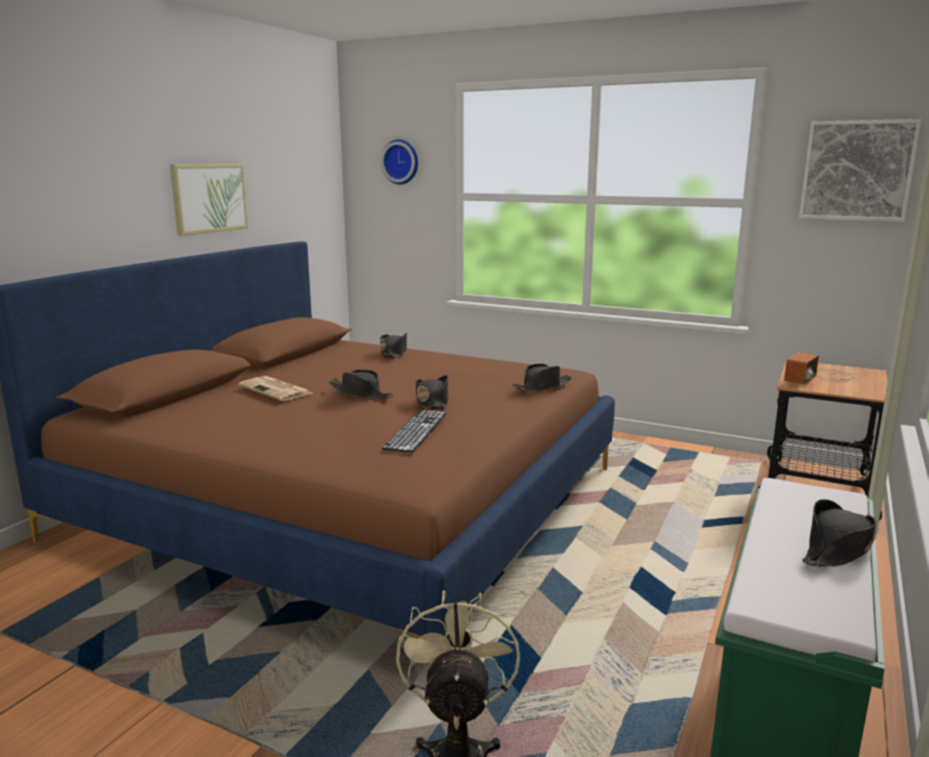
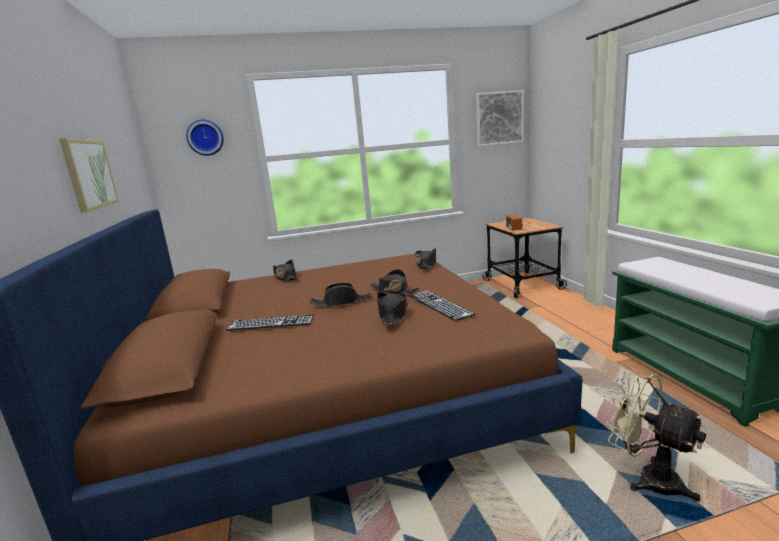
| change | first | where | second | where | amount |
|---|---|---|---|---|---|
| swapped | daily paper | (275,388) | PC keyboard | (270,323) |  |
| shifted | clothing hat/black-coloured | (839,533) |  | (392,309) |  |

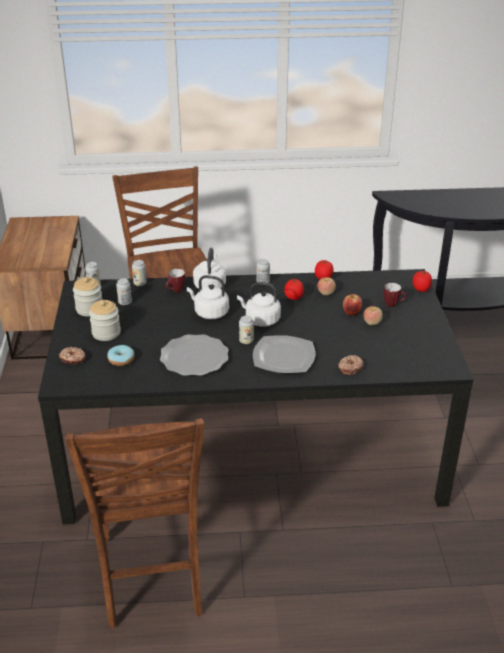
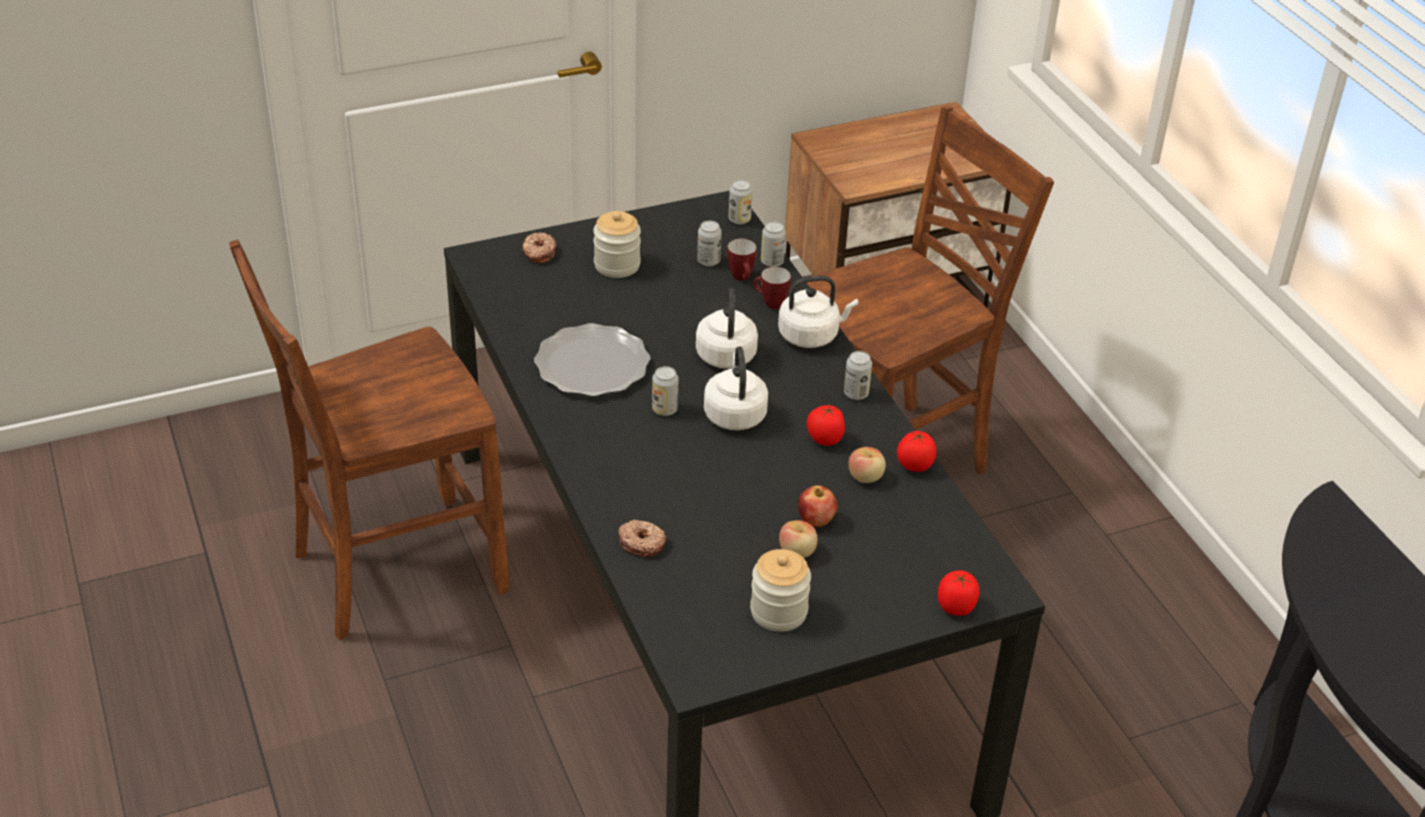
| change | first | where | second | where | amount |
|---|---|---|---|---|---|
| shifted | jar | (87,296) |  | (780,590) |  |
| gone | donut | (121,355) |  |  |  |
| gone | plate | (284,354) |  |  |  |
| shifted | mug | (395,295) |  | (742,259) |  |

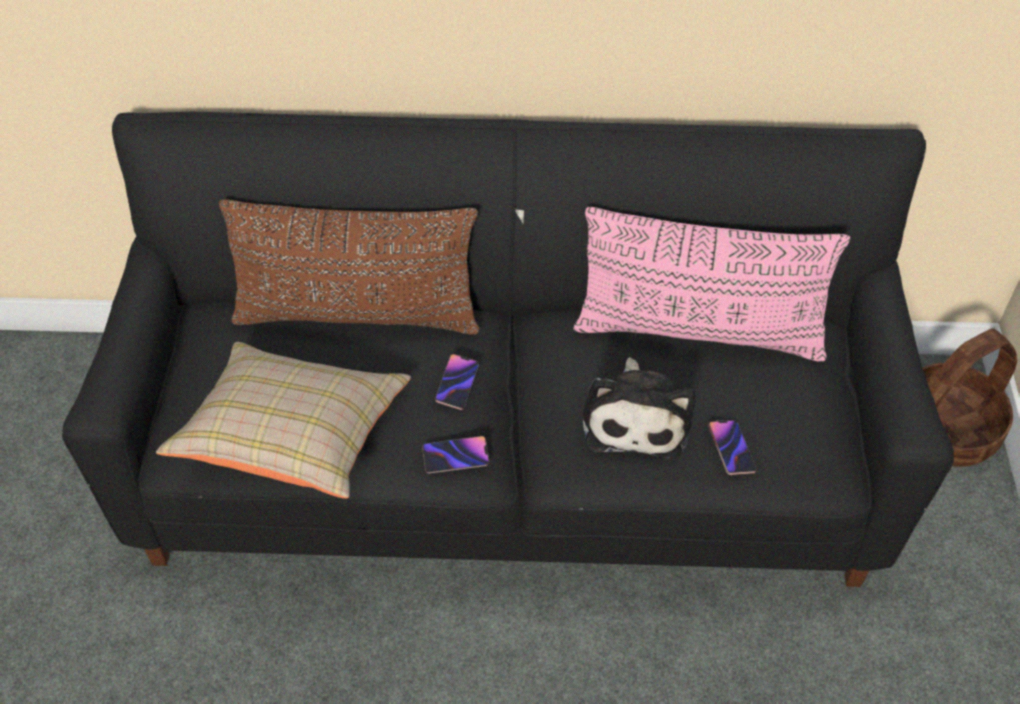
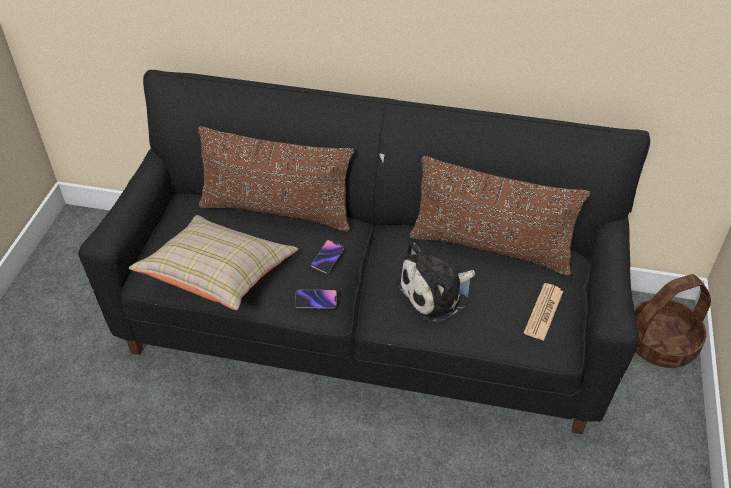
| change | first | where | second | where | amount |
|---|---|---|---|---|---|
| repainted | pillow/pink-coloured | (711,284) | pillow/brown | (500,216) |  |
| rotated | soft toy | (639,409) |  | (435,282) | 45 degrees clockwise |
| gone | telephone | (732,447) |  |  |  |
| new |  |  | daily paper | (543,312) |  |

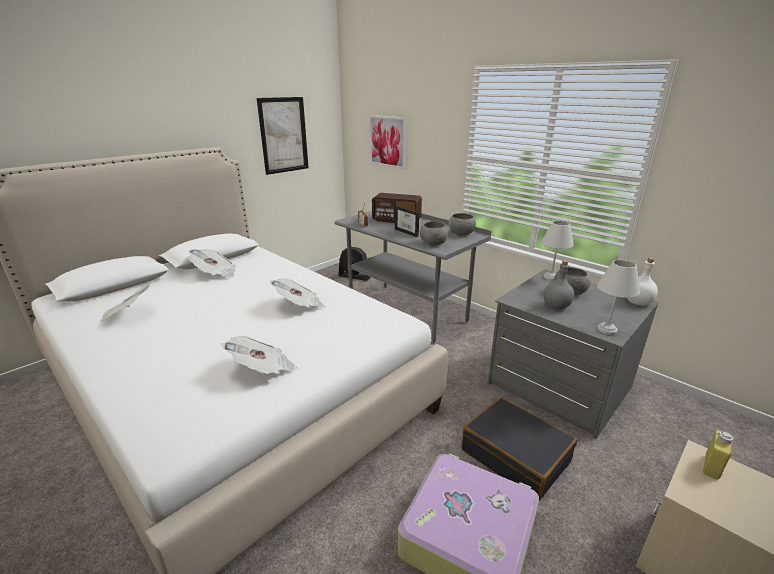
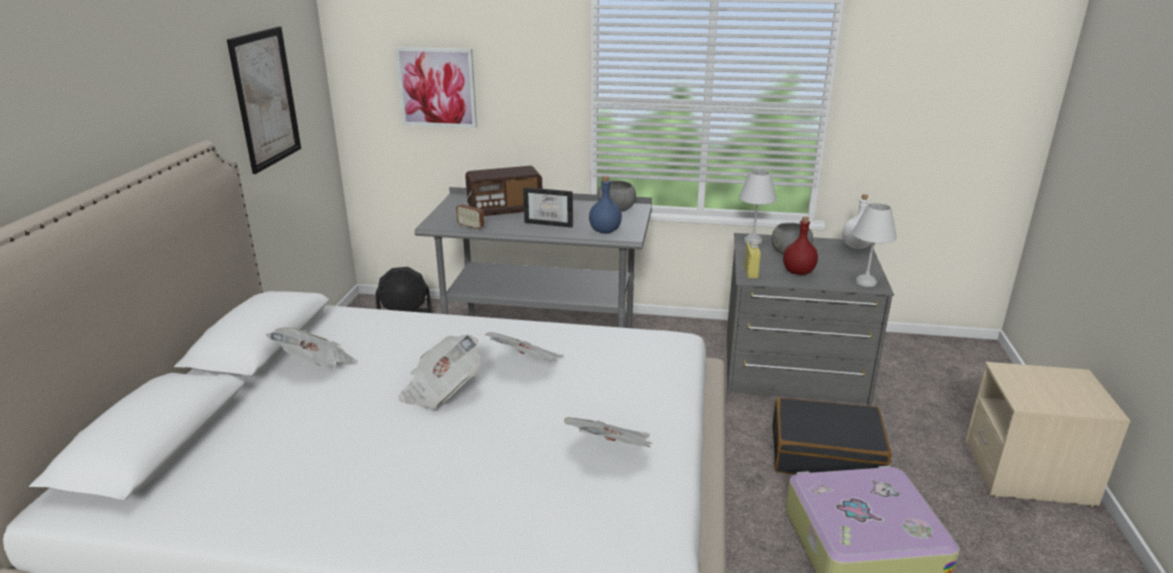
| change | first | where | second | where | amount |
|---|---|---|---|---|---|
| shifted | daily paper | (123,304) |  | (439,372) |  |
| swapped | serving bowl/gray | (434,233) | beverage bottle/bluish | (605,204) |  |
| repainted | beverage bottle/gray | (558,284) | beverage bottle/reddish | (800,245) |  |
| shifted | beverage bottle/yellowish | (718,455) |  | (752,258) |  |

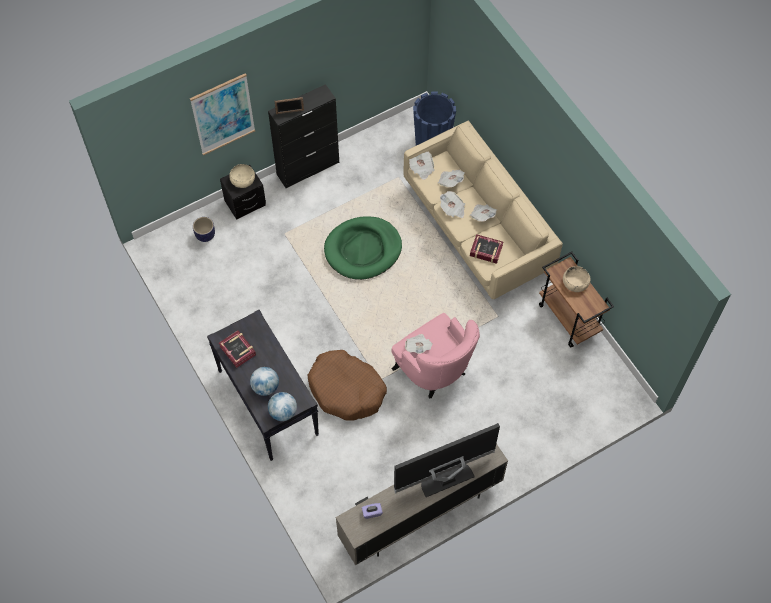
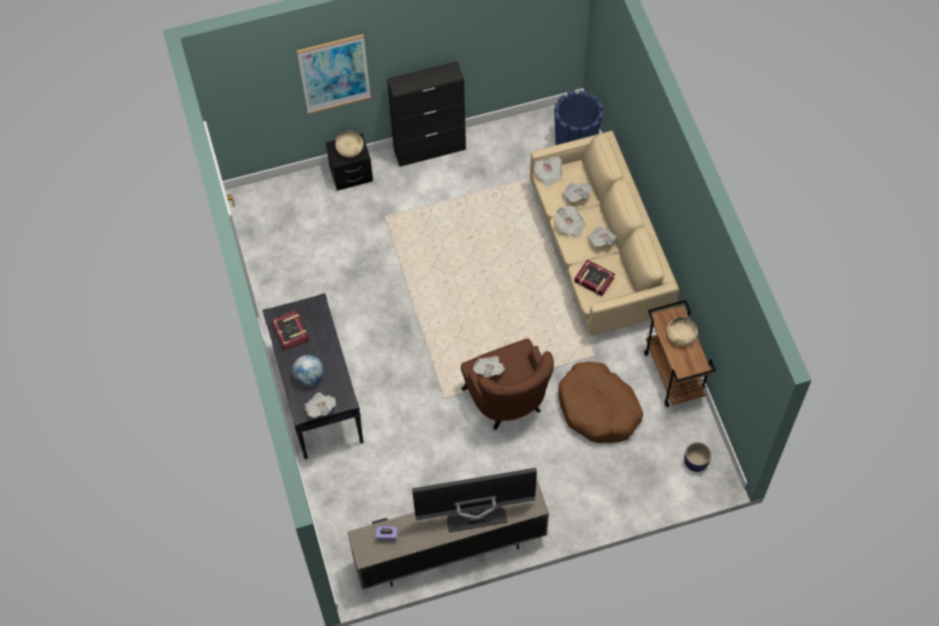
| change | first | where | second | where | amount |
|---|---|---|---|---|---|
| shifted | flower pot | (204,229) |  | (697,457) |  |
| swapped | world globe | (282,406) | daily paper | (320,405) |  |
| gone | standing frame | (289,105) |  |  |  |
| shifted | dog cushion/brown | (347,385) |  | (600,402) |  |
| gone | dog cushion/greenish | (363,248) |  |  |  |
| repainted | lounge chair/pink-coloured | (435,356) | lounge chair/brown | (507,384) |  |

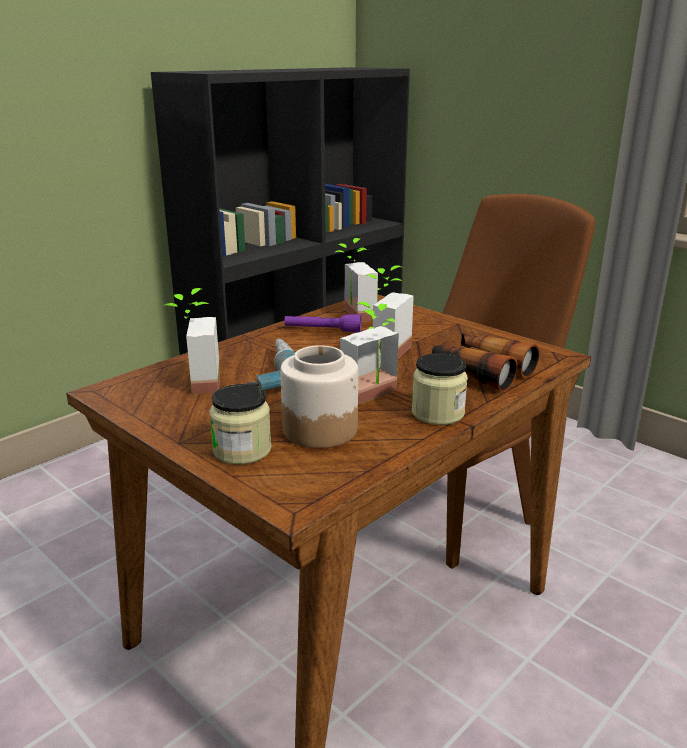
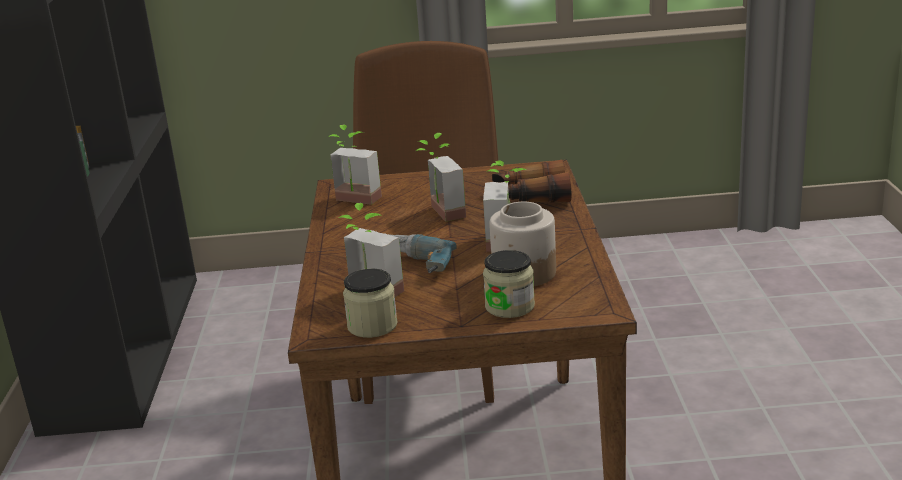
| change | first | where | second | where | amount |
|---|---|---|---|---|---|
| gone | hand torch/purple-coloured | (322,323) |  |  |  |
| shifted | jar | (440,389) |  | (370,303) |  |

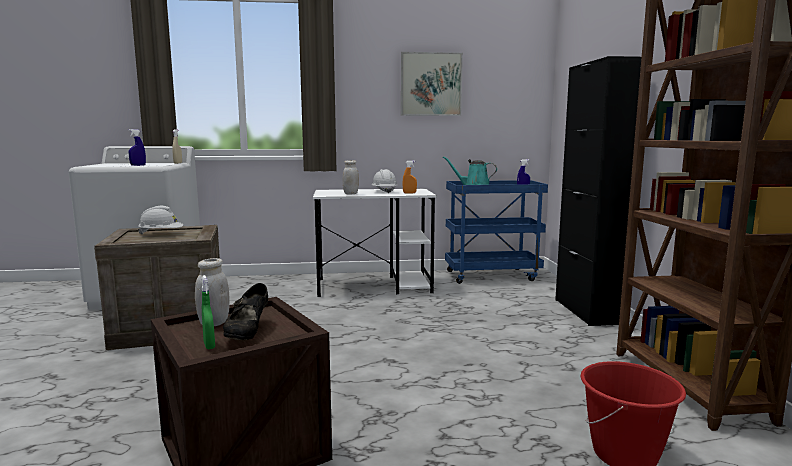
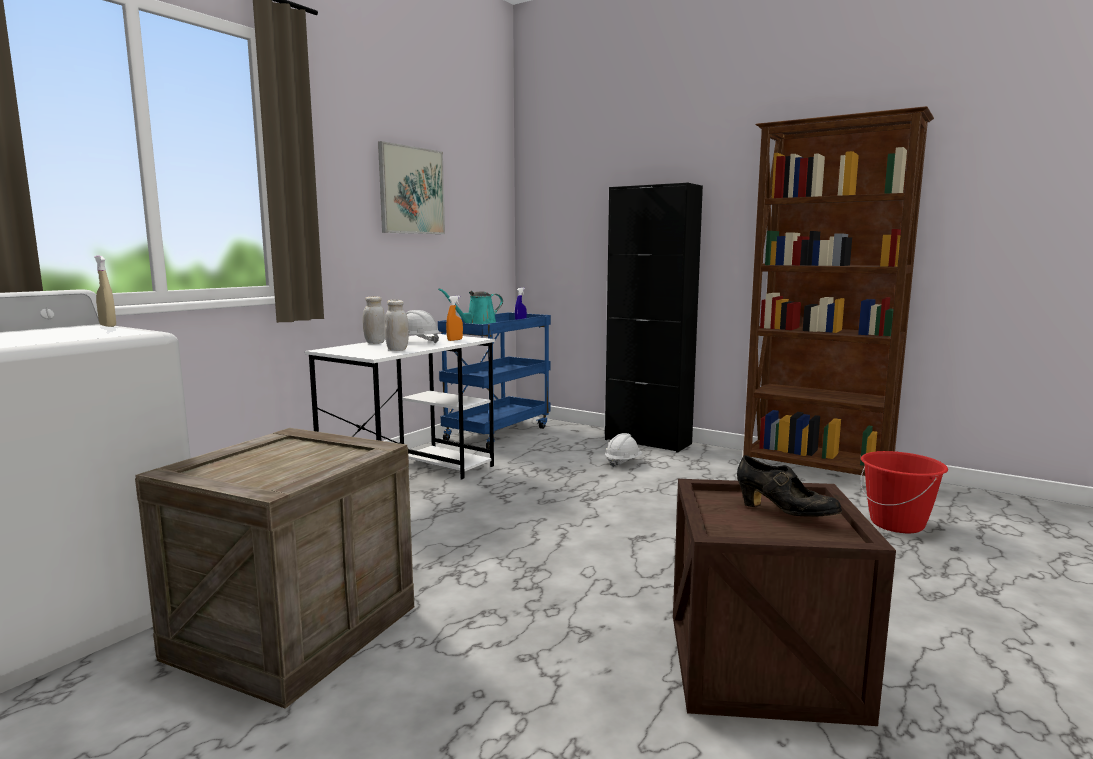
| change | first | where | second | where | amount |
|---|---|---|---|---|---|
| gone | sprayer/bluish | (137,147) |  |  |  |
| shifted | work helmet/white-coloured | (160,220) |  | (624,450) |  |
| shifted | jar/white-coloured | (212,292) |  | (374,320) |  |
| gone | sprayer/greenish | (208,312) |  |  |  |

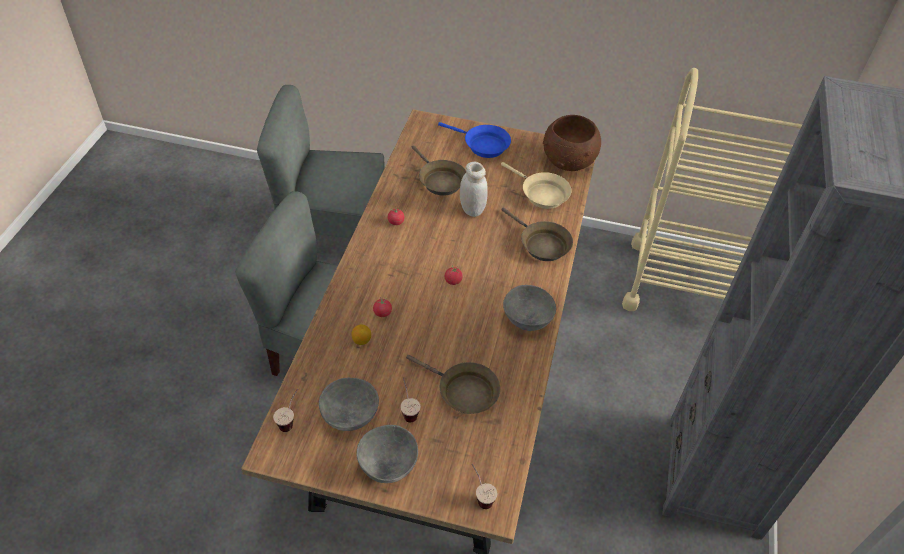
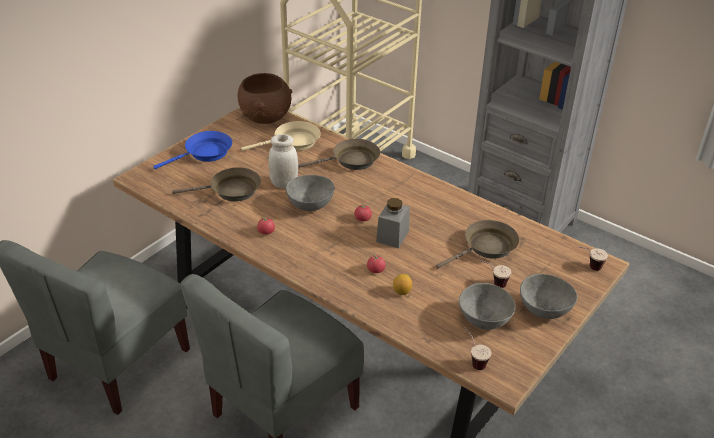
| change | first | where | second | where | amount |
|---|---|---|---|---|---|
| shifted | serving bowl/gray | (529,308) |  | (310,193) |  |
| new |  |  | jar/gray | (393,223) |  |

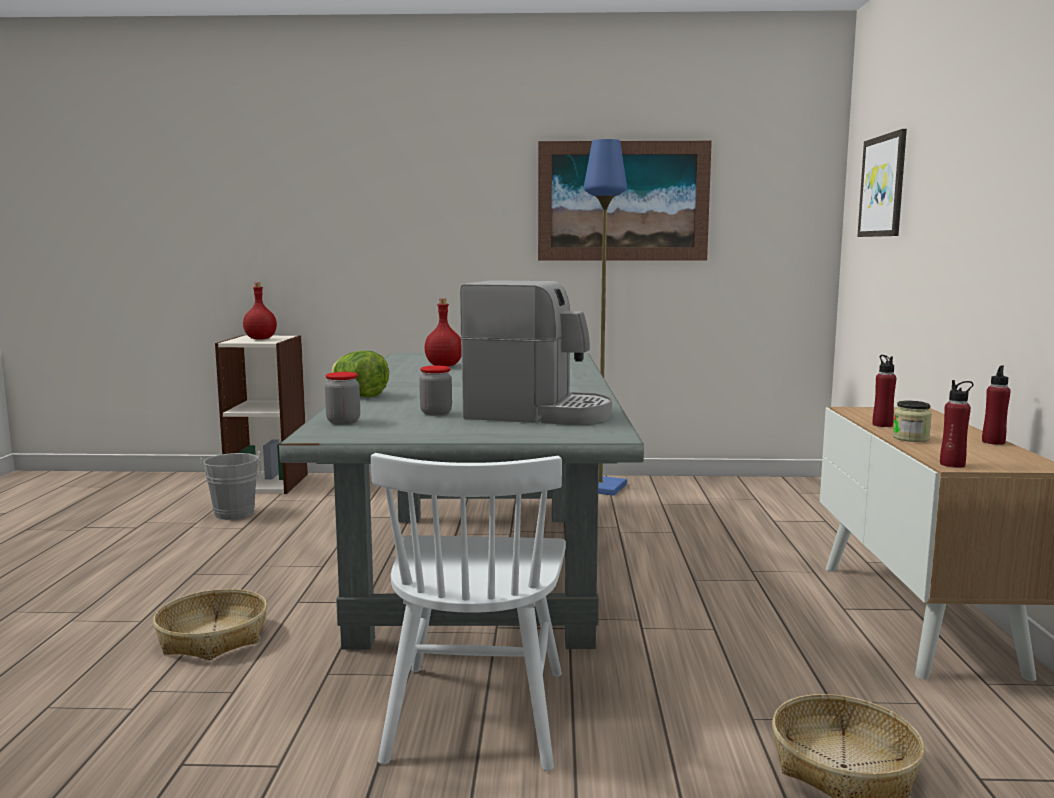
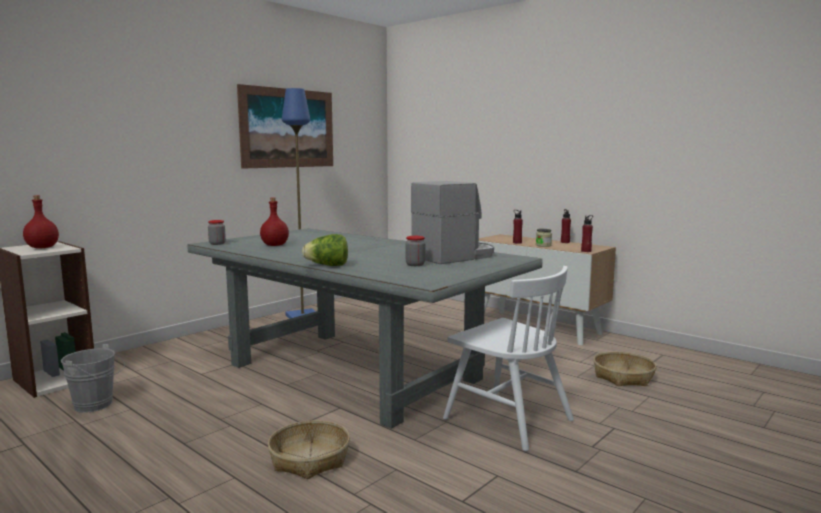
| change | first | where | second | where | amount |
|---|---|---|---|---|---|
| shifted | jar | (342,398) |  | (217,232) |  |
| gone | wall picture | (882,183) |  |  |  |

